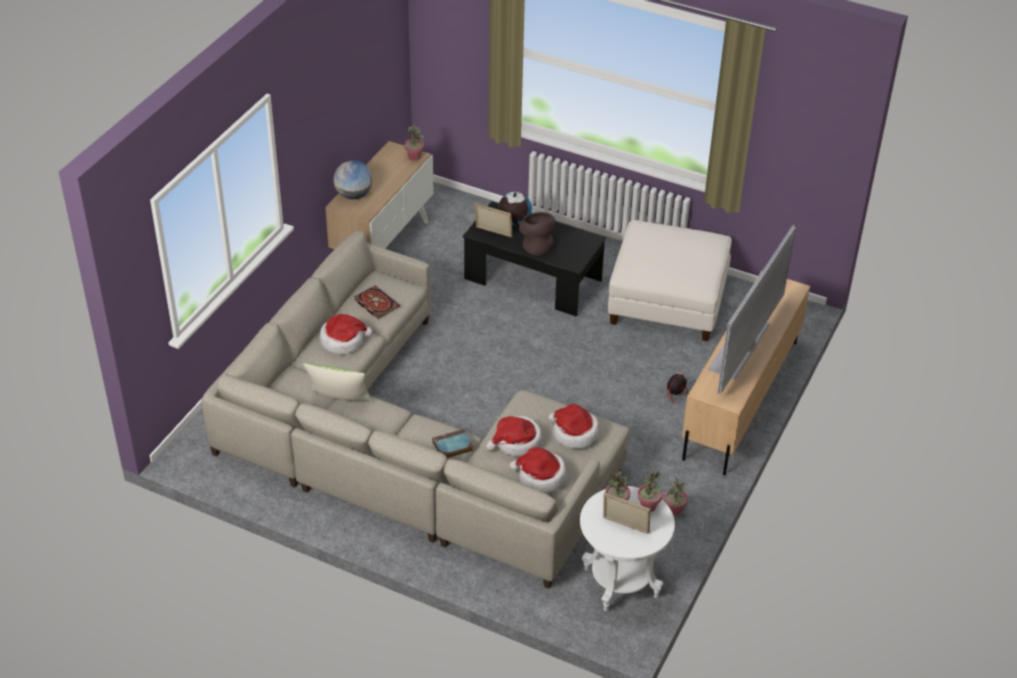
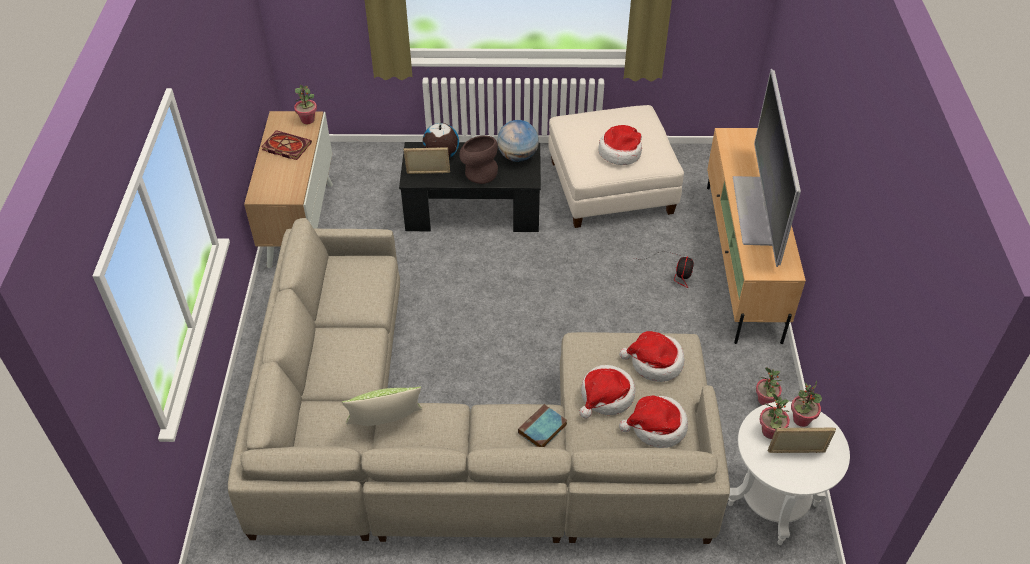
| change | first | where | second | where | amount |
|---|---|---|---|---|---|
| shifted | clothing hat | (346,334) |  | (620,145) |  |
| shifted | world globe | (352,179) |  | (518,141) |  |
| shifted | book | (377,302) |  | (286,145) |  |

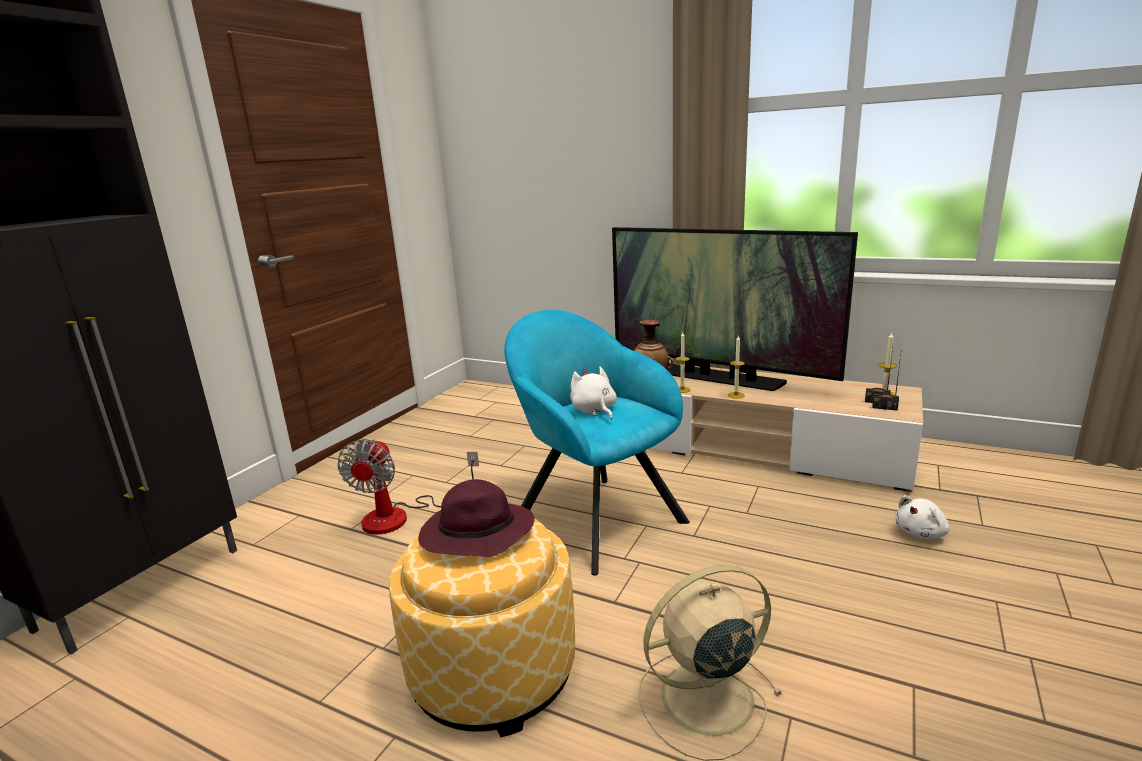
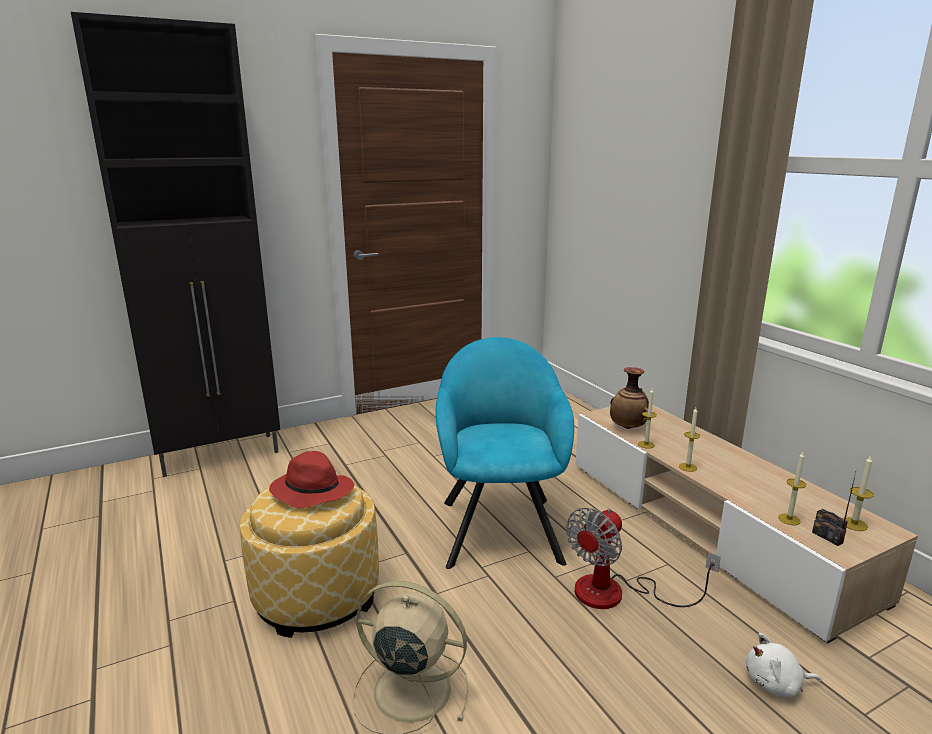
| change | first | where | second | where | amount |
|---|---|---|---|---|---|
| shifted | electric fan | (408,487) |  | (643,558) |  |
| repainted | clothing hat/purple-coloured | (476,518) | clothing hat/reddish | (311,480) |  |
| gone | soft toy/white-coloured | (593,393) |  |  |  |
| gone | TV set | (735,309) |  |  |  |
| new |  |  | candle | (792,488) |  |

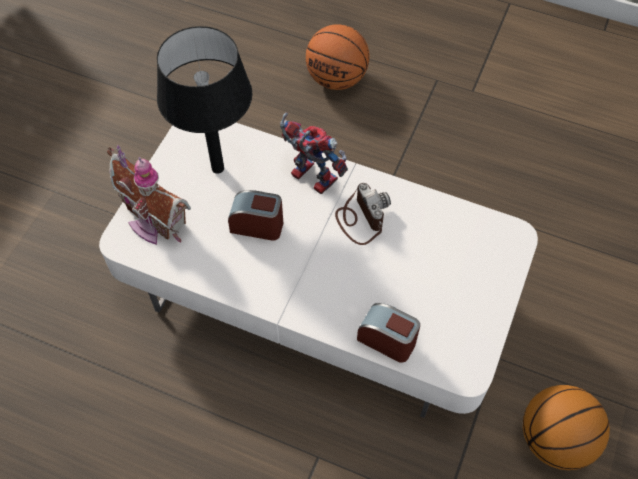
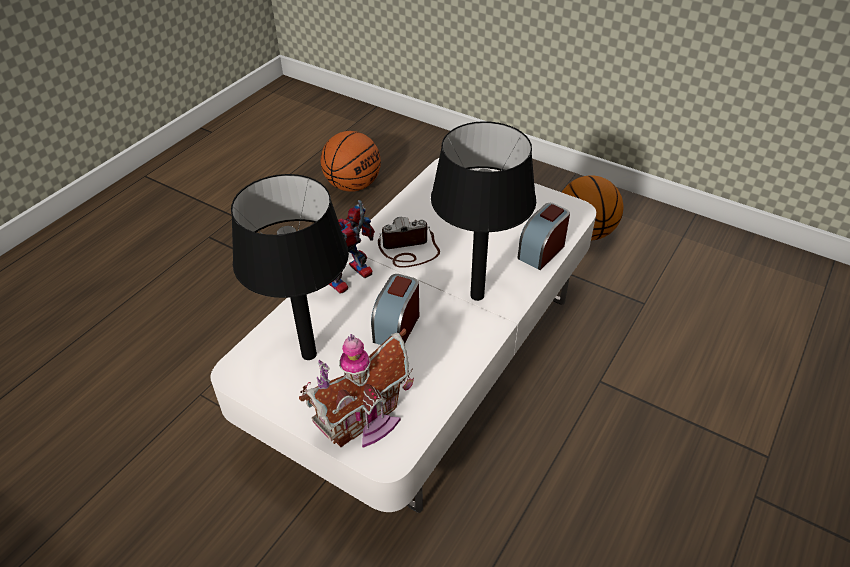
| change | first | where | second | where | amount |
|---|---|---|---|---|---|
| shifted | basketball ball | (338,57) |  | (351,161) |  |
| new |  |  | tabletop lamp/black-coloured | (483,211) |  |

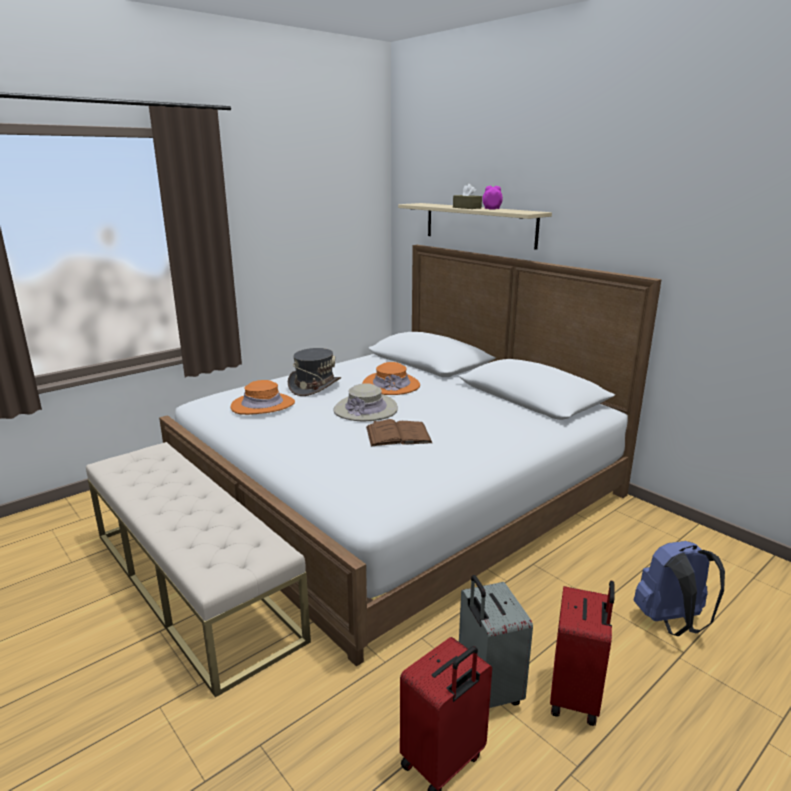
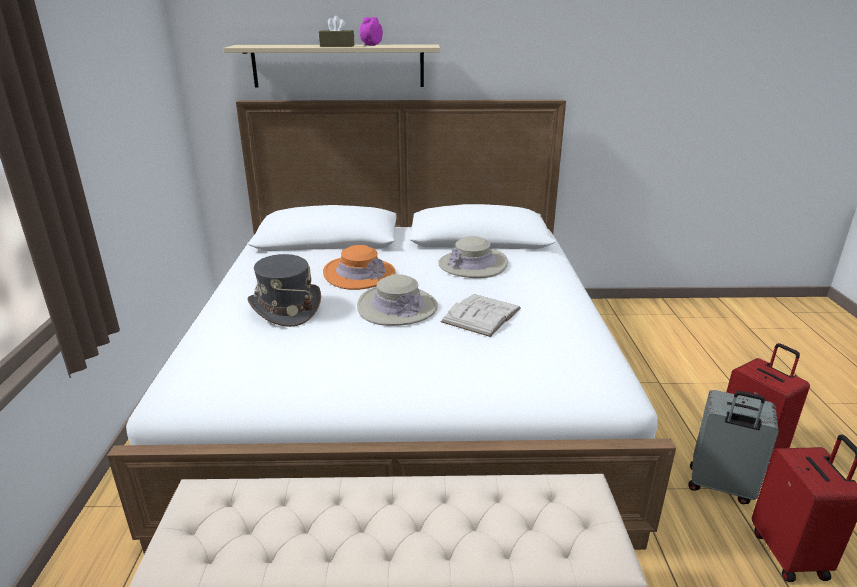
| change | first | where | second | where | amount |
|---|---|---|---|---|---|
| gone | clothing hat/orange | (263,397) |  |  |  |
| repainted | book/brown | (399,432) | book/white-coloured | (481,315) |  |
| gone | backpack/bluish | (679,588) |  |  |  |
| new |  |  | clothing hat/beige | (473,257) |  |

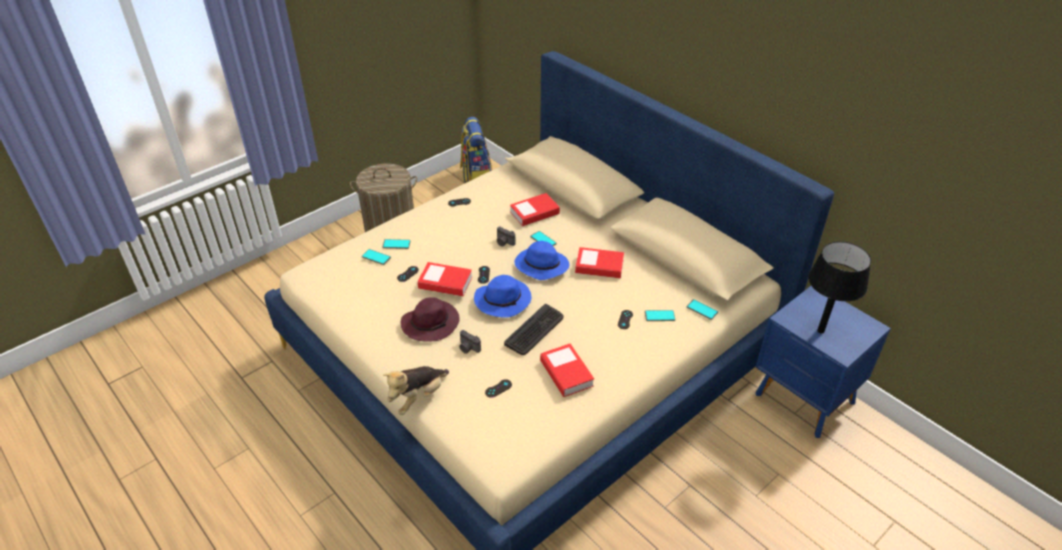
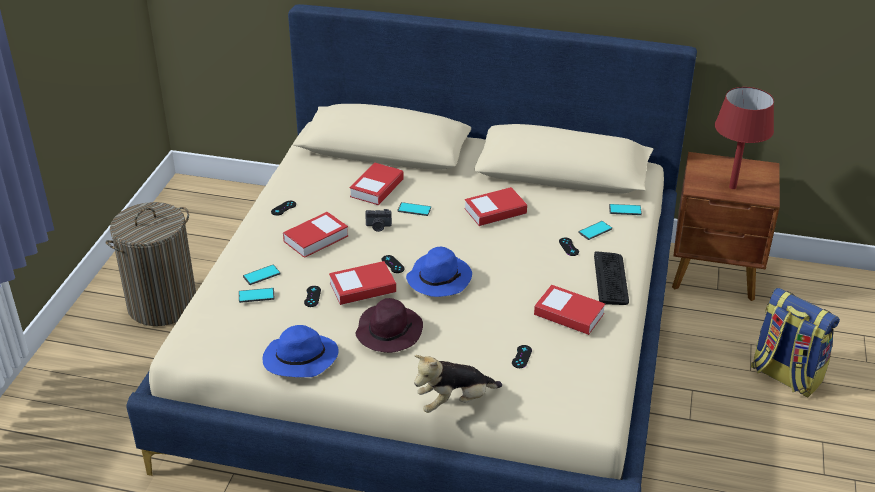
| change | first | where | second | where | amount |
|---|---|---|---|---|---|
| rotated | soft toy | (416,390) |  | (458,384) | 60 degrees clockwise |
| gone | photo camera | (470,342) |  |  |  |
| shifted | backpack | (476,150) |  | (795,342) |  |
| shifted | PC keyboard | (534,329) |  | (611,278) |  |
| shifted | clothing hat/bluish | (542,260) |  | (301,351) |  |
| repainted | nightstand/bluish | (823,362) | nightstand/brown | (726,226) |  |
| repainted | tabletop lamp/black-coloured | (839,287) | tabletop lamp/reddish | (744,138) |  |
| new |  |  | book | (315,235) |  |

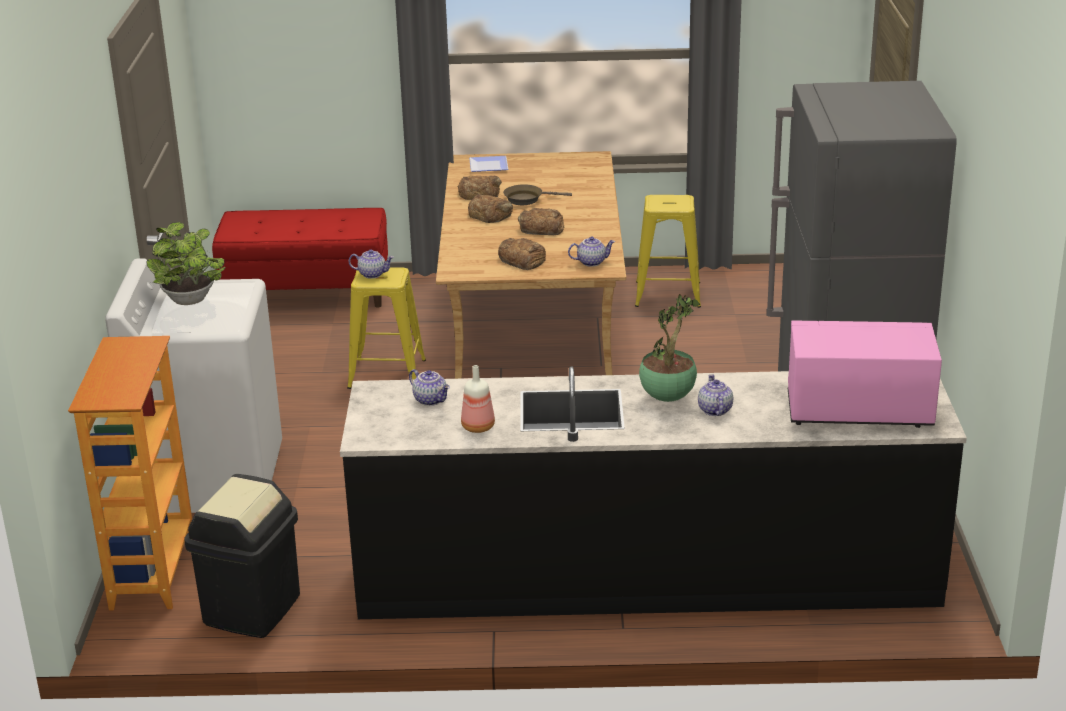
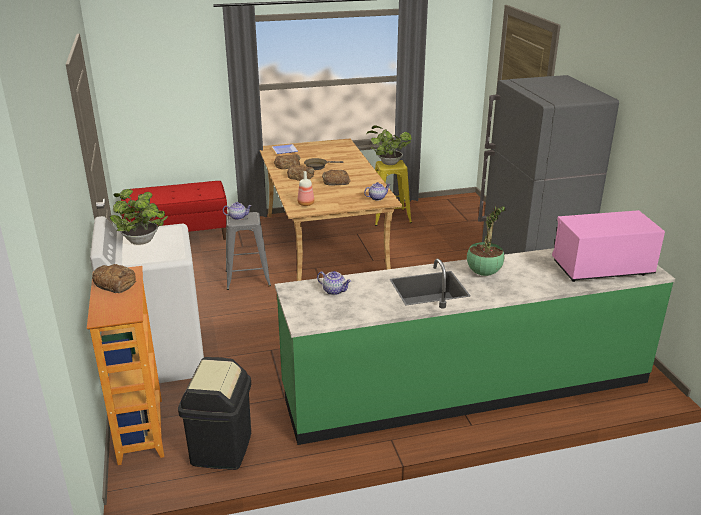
| change | first | where | second | where | amount |
|---|---|---|---|---|---|
| repainted | counter/black-coloured | (653,492) | counter/greenish | (475,346) |  |
| repainted | stool seat/yellowish | (386,328) | stool seat/gray | (248,251) |  |
| shifted | beverage bottle | (478,399) |  | (306,188) |  |
| shifted | bakery bread | (522,254) |  | (114,278) |  |
| gone | teapot | (715,395) |  |  |  |
| new |  |  | potted plant | (389,145) |  |

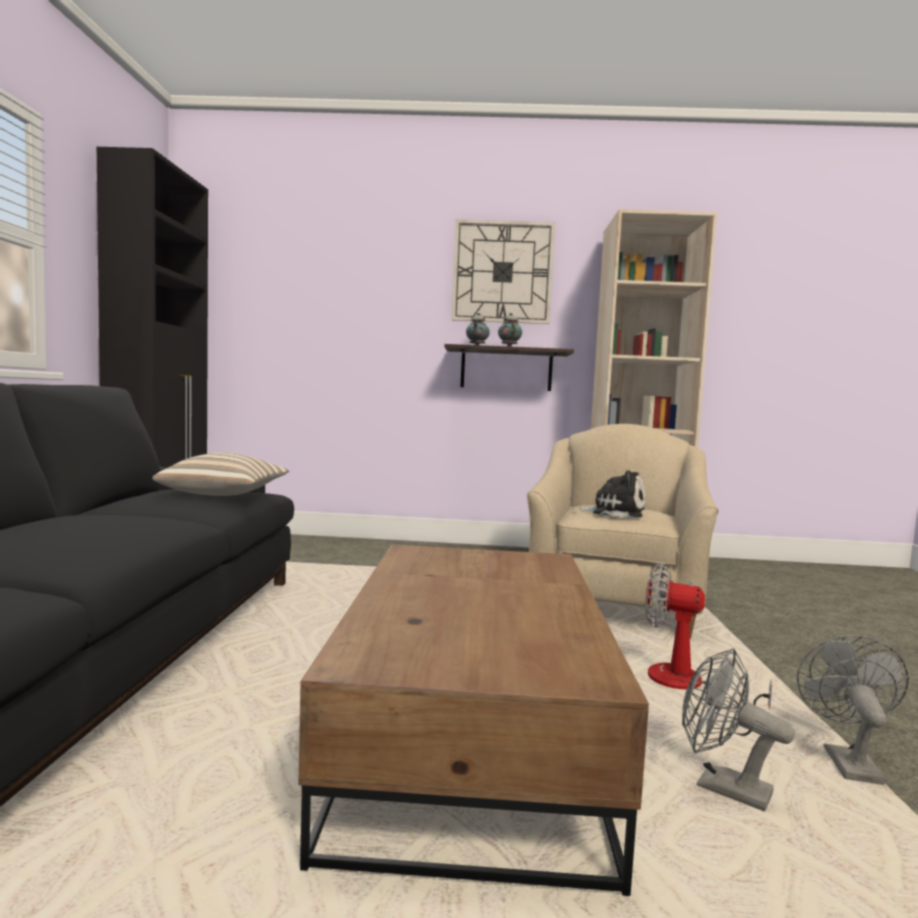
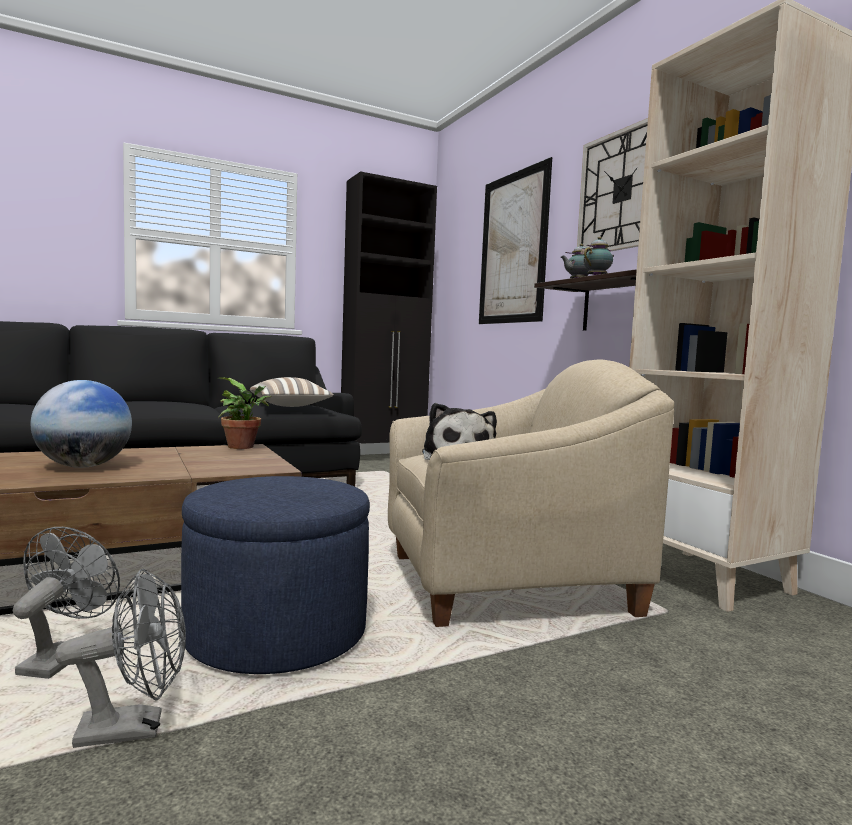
| change | first | where | second | where | amount |
|---|---|---|---|---|---|
| swapped | electric fan | (709,649) | pouffe/bluish | (275,575) |  |
| new |  |  | world globe | (81,424) |  |
| new |  |  | potted plant | (244,413) |  |
| new |  |  | wall picture | (515,240) |  |

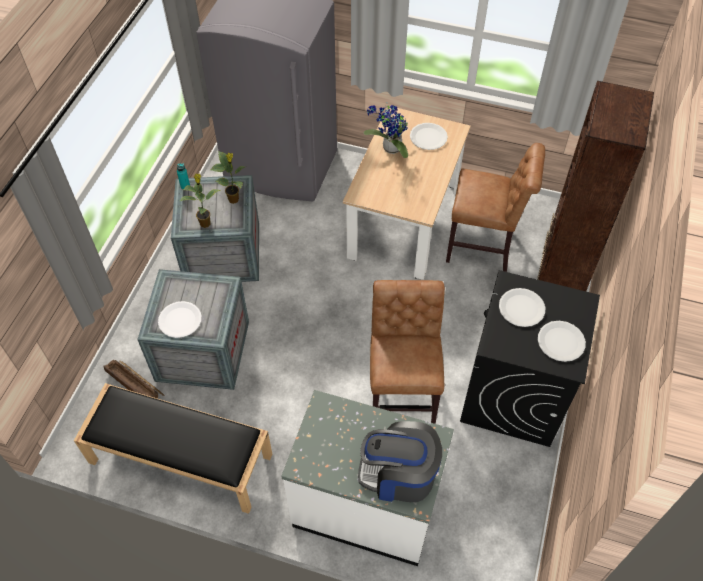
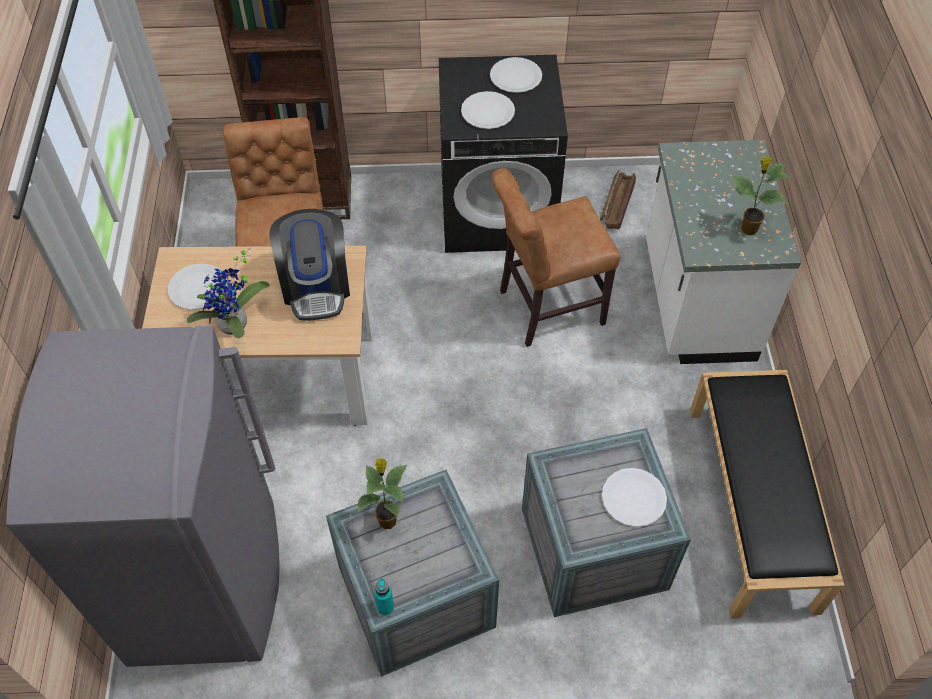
| change | first | where | second | where | amount |
|---|---|---|---|---|---|
| shifted | shipping crate | (134,379) |  | (618,199) |  |
| shifted | potted plant | (200,201) |  | (761,195) |  |
| shifted | coffee maker | (400,461) |  | (309,265) |  |

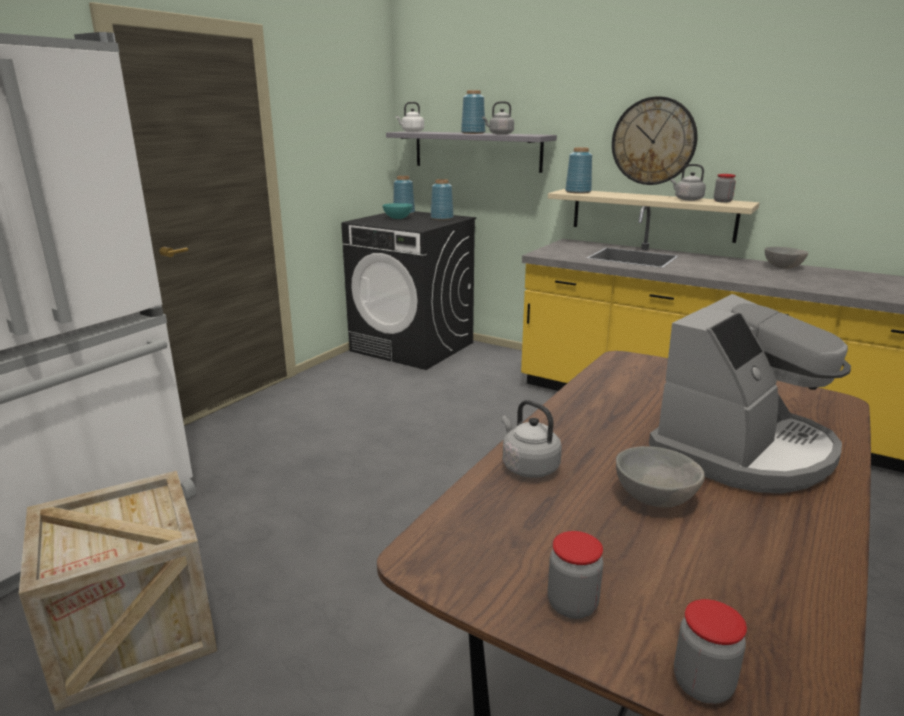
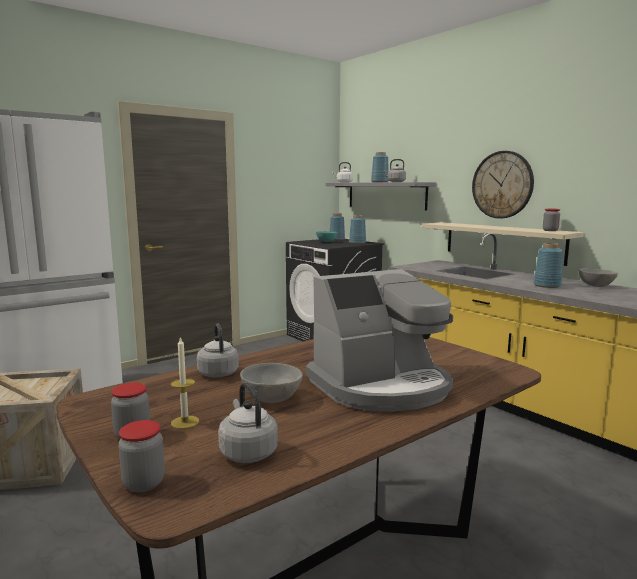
| change | first | where | second | where | amount |
|---|---|---|---|---|---|
| shifted | vase/bluish | (578,170) |  | (548,265) |  |
| shifted | kettle/gray | (688,182) |  | (248,423) |  |
| new |  |  | candle | (185,383) |  |

